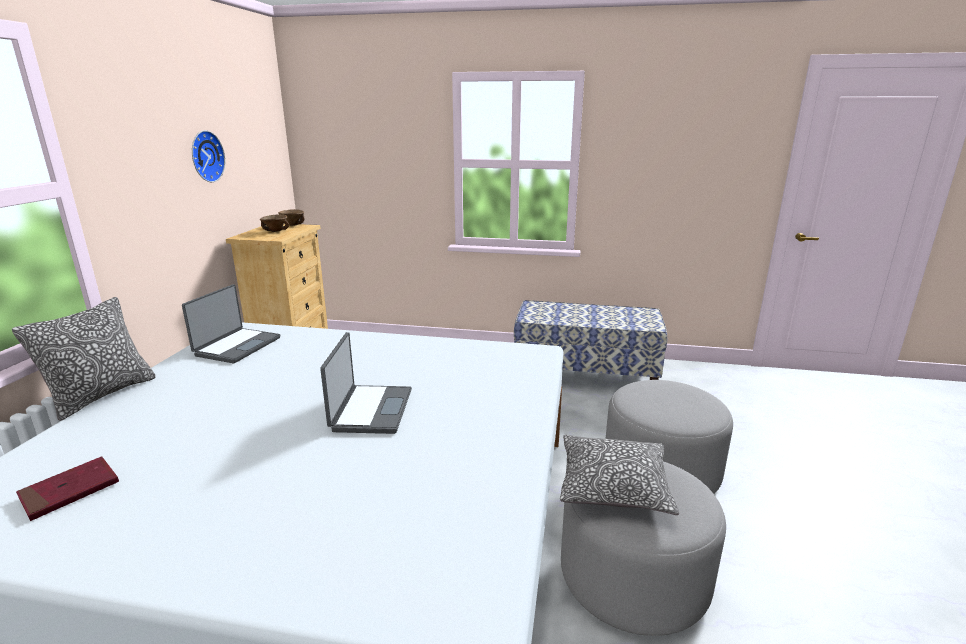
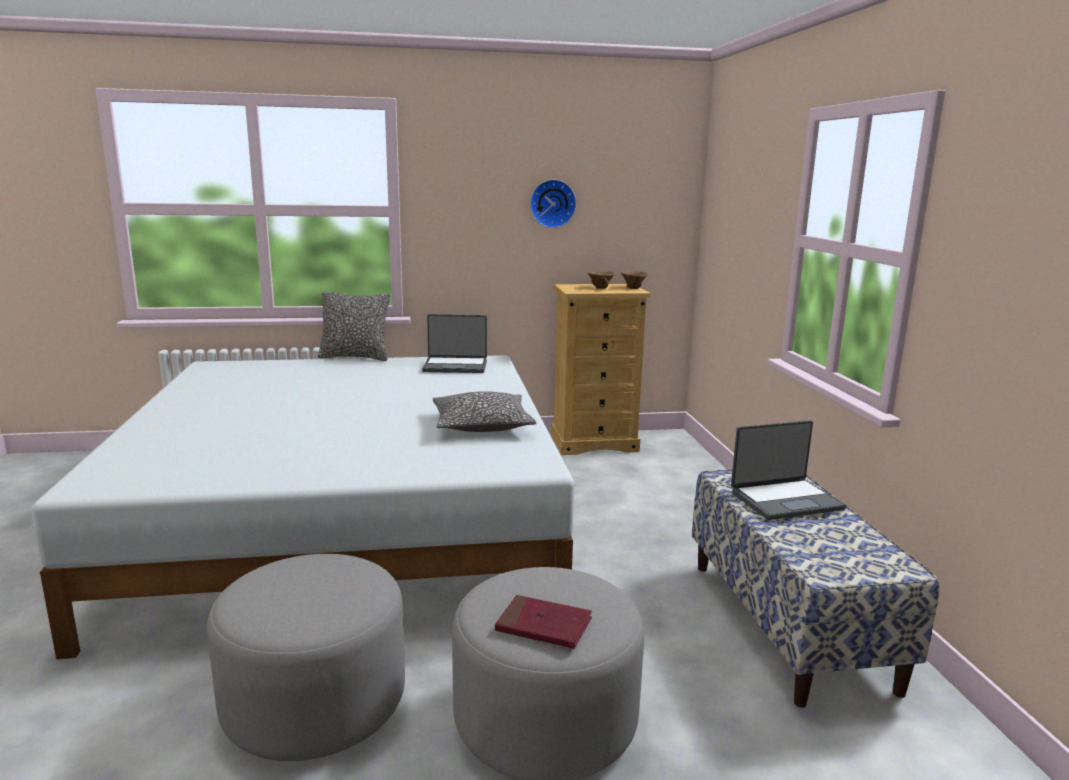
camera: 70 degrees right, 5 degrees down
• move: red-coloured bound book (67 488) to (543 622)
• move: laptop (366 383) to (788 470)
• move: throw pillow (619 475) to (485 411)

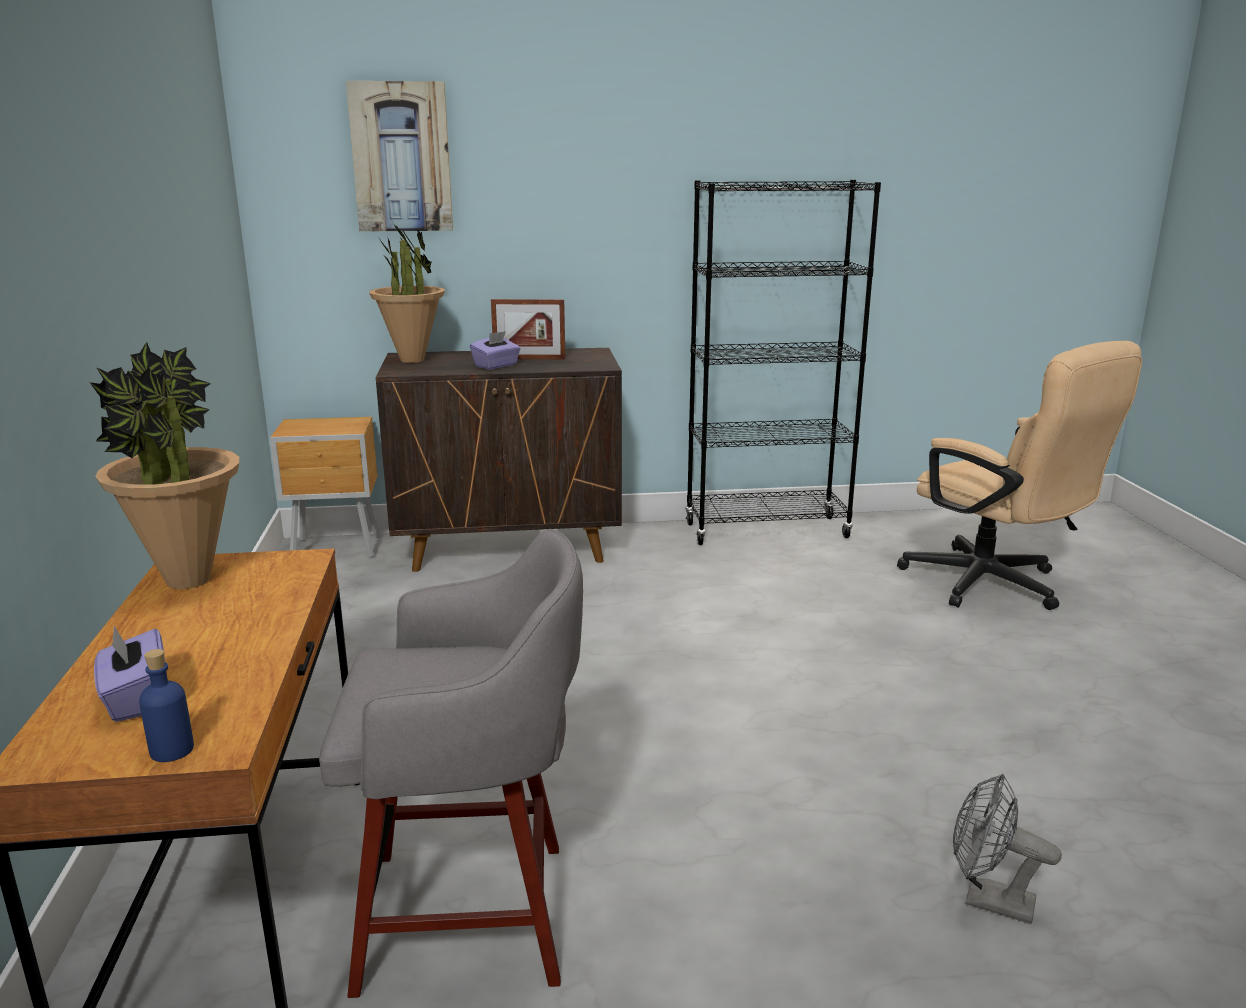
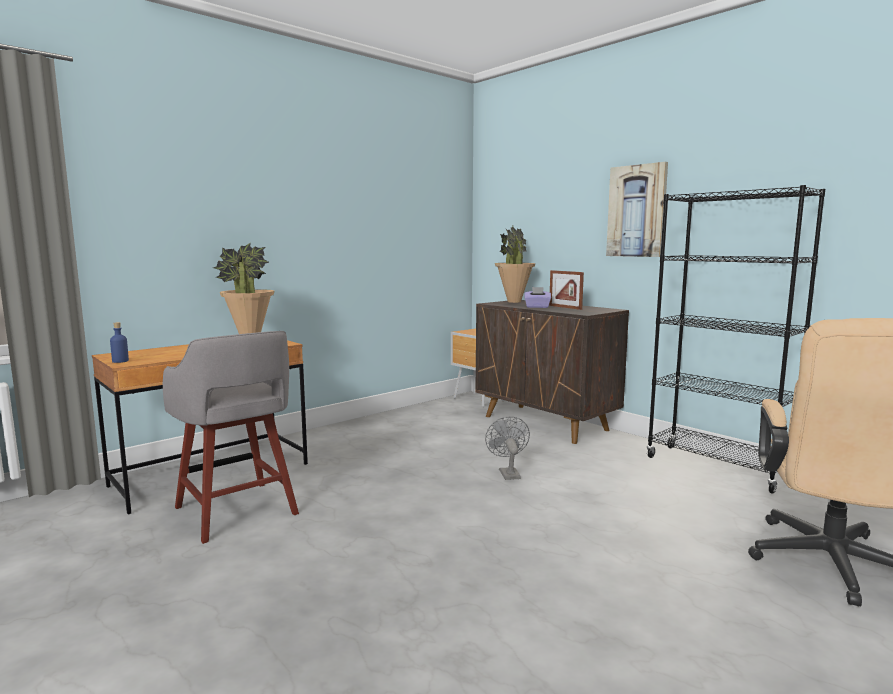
camera: 55 degrees right, 10 degrees down
• delete: purple tissue holder (129 674)
• move: picture (399 156) to (637 209)
• move: greyish cooling fan (1007 849) to (507 448)

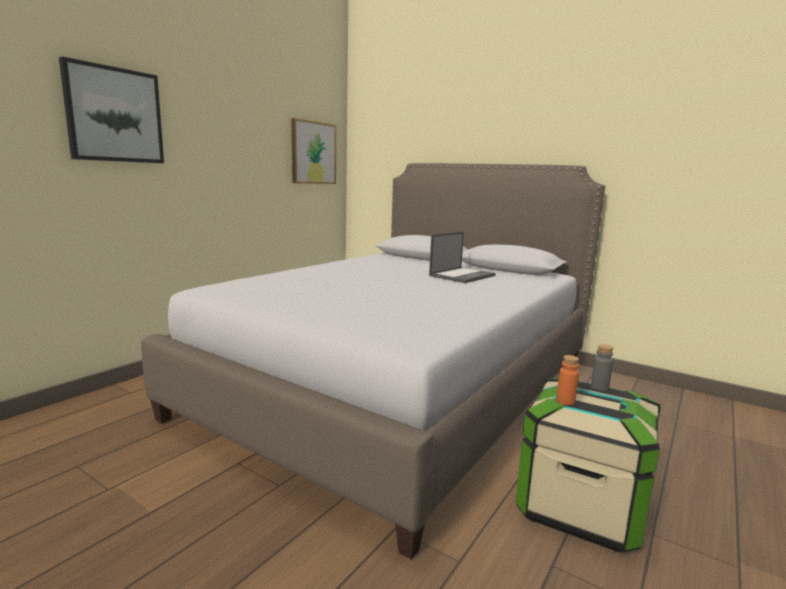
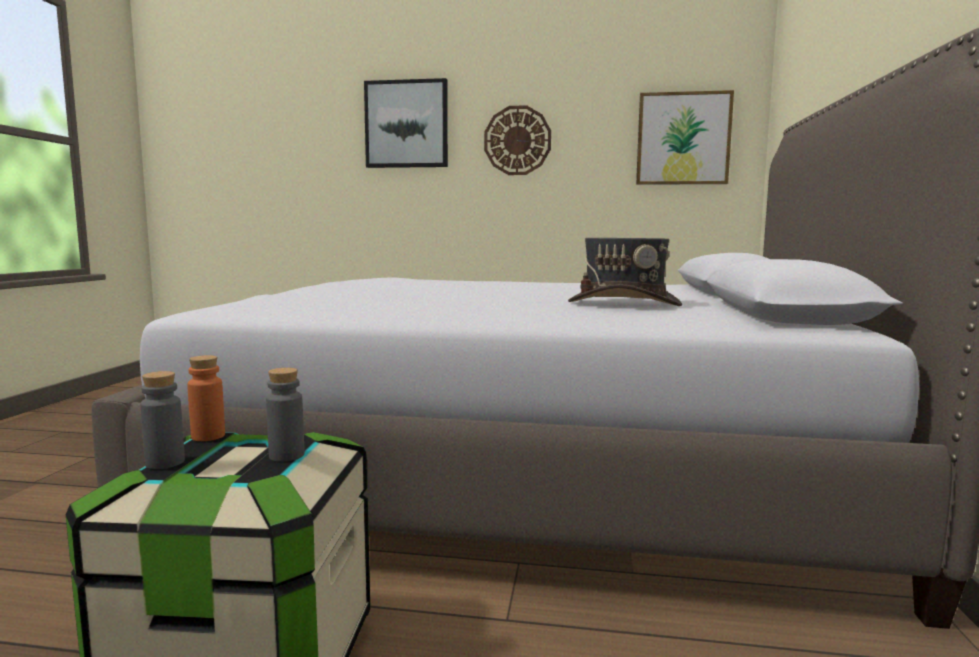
camera: 65 degrees right, 5 degrees down
• insert: greyish beverage bottle (162 420)
• insert: hanging clock (517 140)
• replace: laptop (462 257) to greyish clothing hat (625 272)

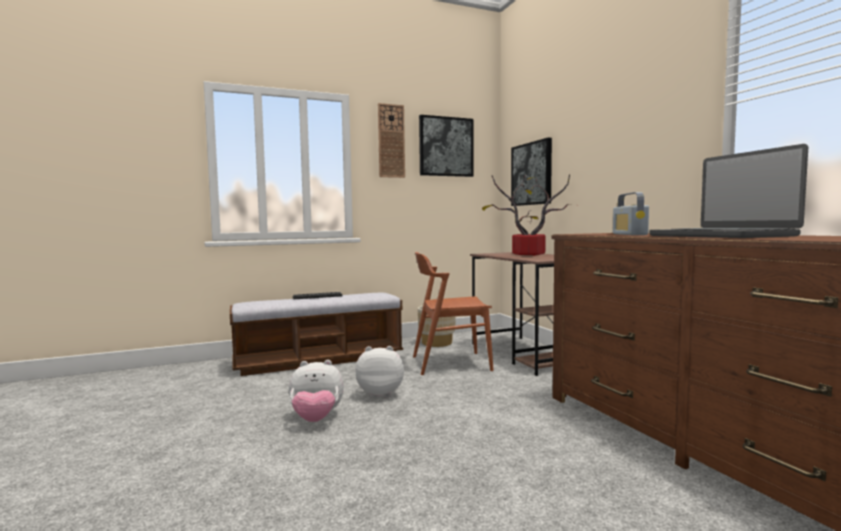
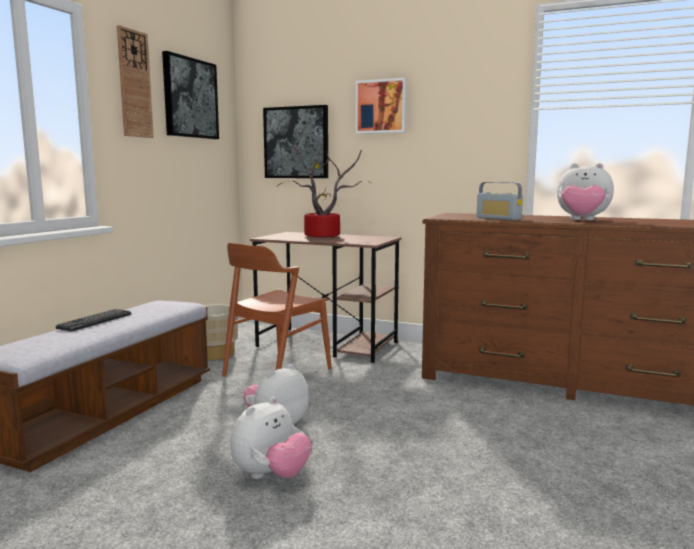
camera: 45 degrees left, 5 degrees up
• insert: picture (381 106)
• replace: laptop (728 191) to plush toy (585 192)

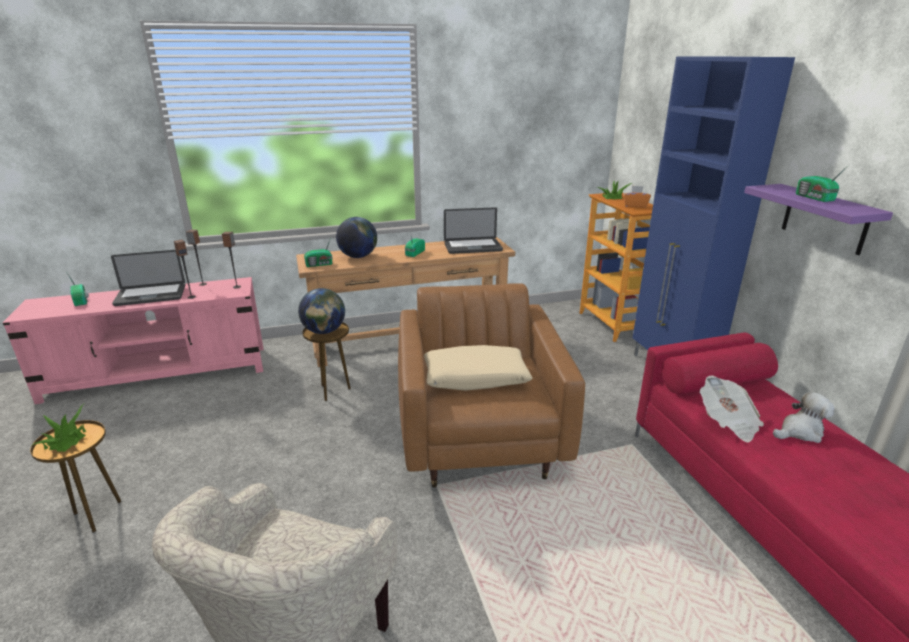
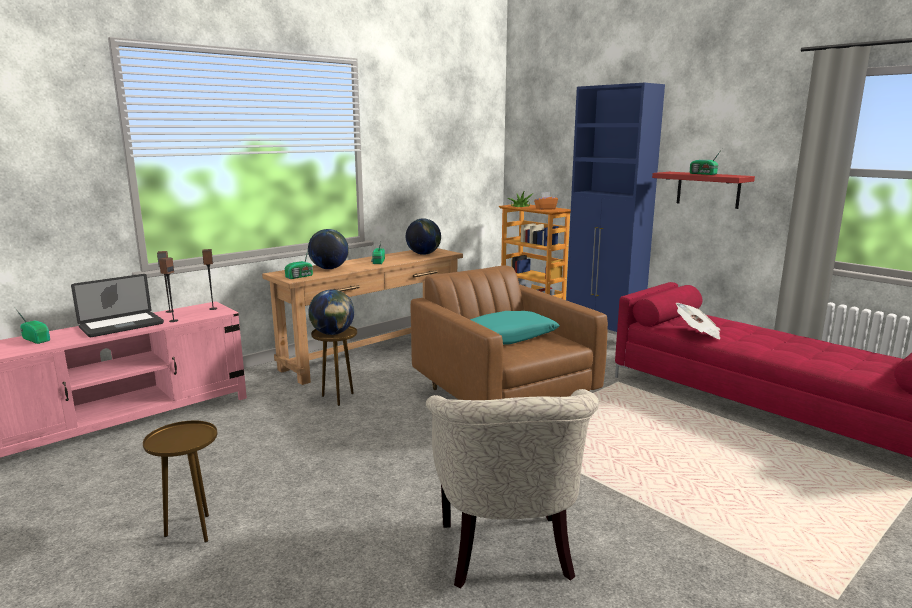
camera: 25 degrees left, 10 degrees down
• delete: potted plant (59 428)
• delete: plush toy (803 417)
• replace: laptop (473 230) to globe (423 236)
• recolor: beige-coloured throw pillow (478 368) to turquoise-coloured throw pillow (515 327)
• recolor: purple bracket shelf (818 219) to red-coloured bracket shelf (703 190)

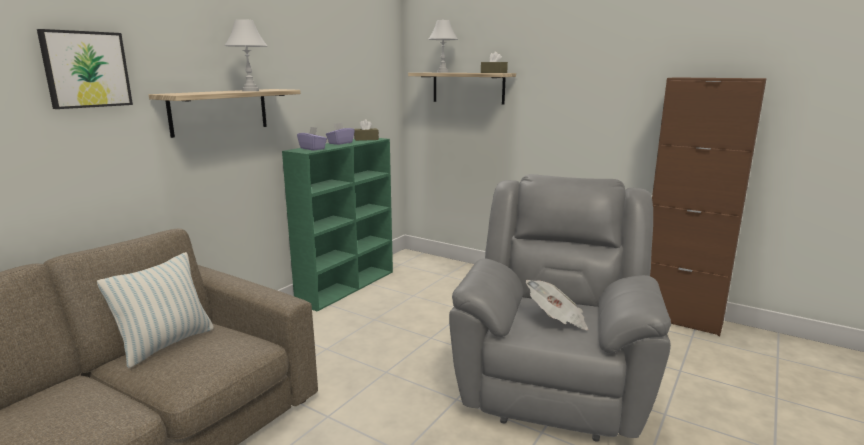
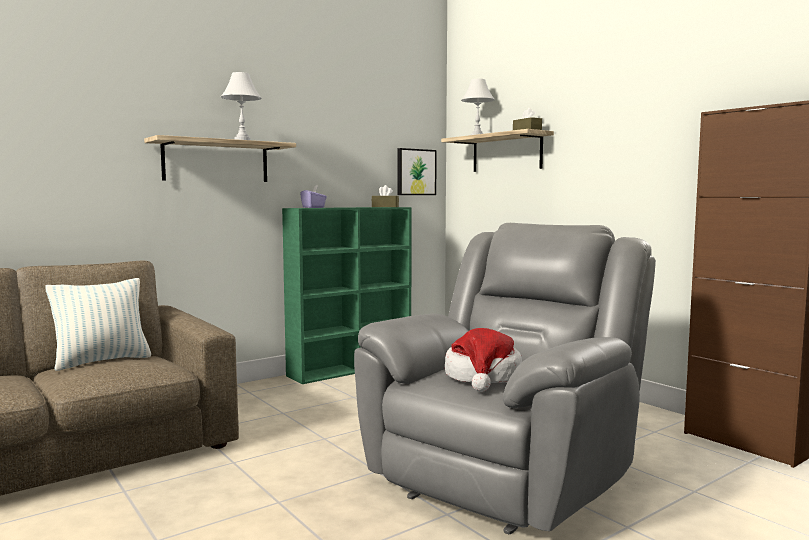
camera: 20 degrees right, 10 degrees down
• delete: purple tissue holder (340 134)
• move: picture (85 69) to (417 171)
• replace: newspaper (557 305) to clothing hat (483 360)

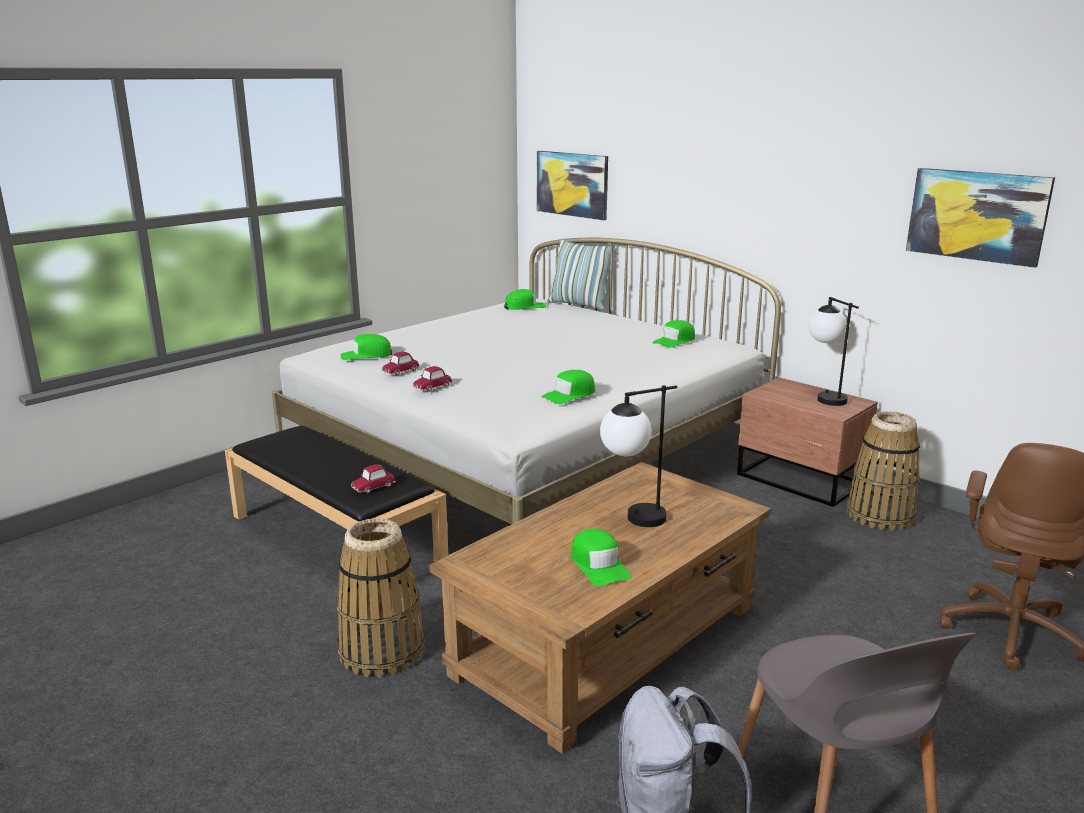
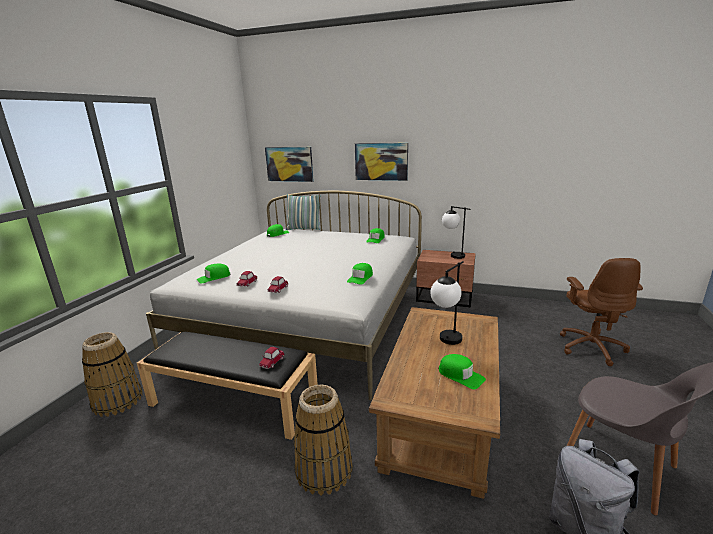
camera: 25 degrees left, 0 degrees up
• move: household basket (883 471) to (112 374)
• move: picture (980 218) to (381 162)

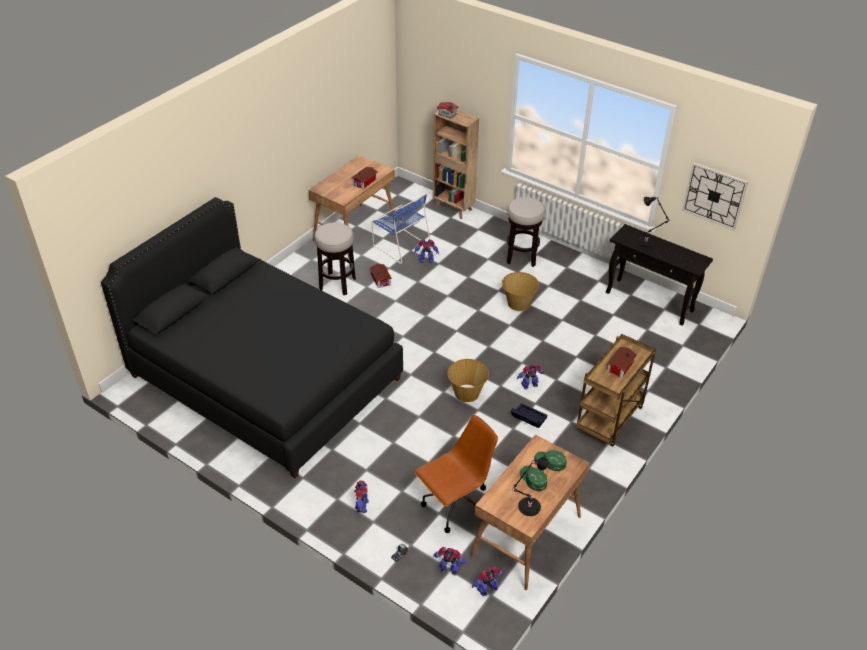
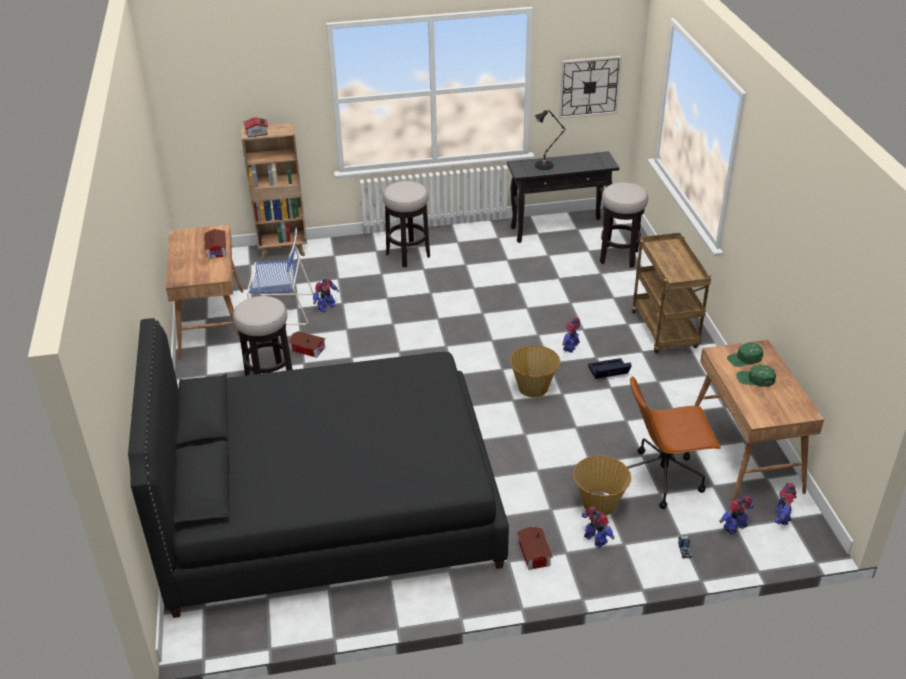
camera: 45 degrees left, 5 degrees down
• delete: black-coloured tabletop lamp (530 486)
• insert: stool seat (624 225)
• move: household basket (520 291) to (602 485)
• move: toy house (622 362) to (535 548)
• rotate: brownish office chair (456 474) = (674 442) 105 degrees counterclockwise

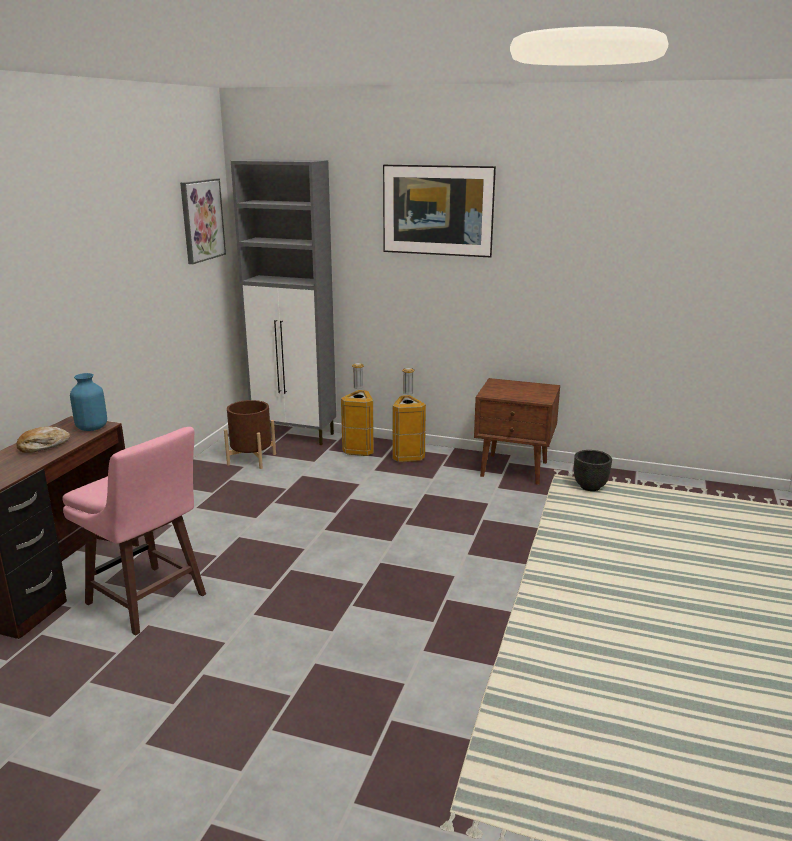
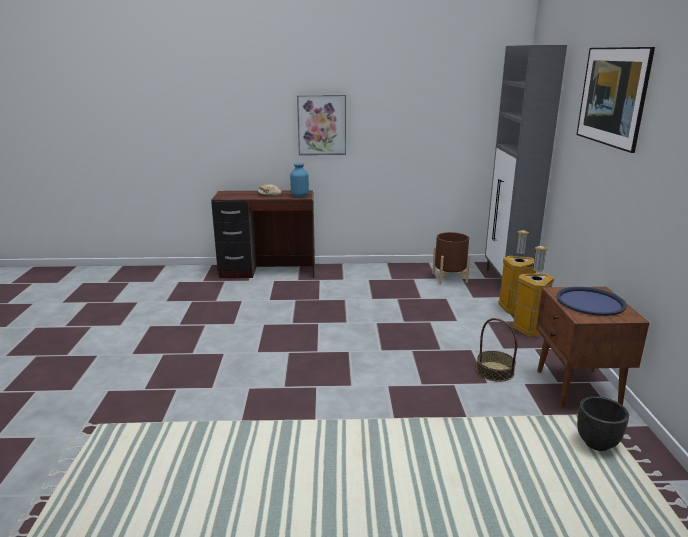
camera: 70 degrees right, 0 degrees up
• delete: pink-coloured stool seat (134 531)
• insert: household basket (496 350)
• insert: blue-coloured carrying tray (591 301)
• move: picture (203 221) to (321 125)

